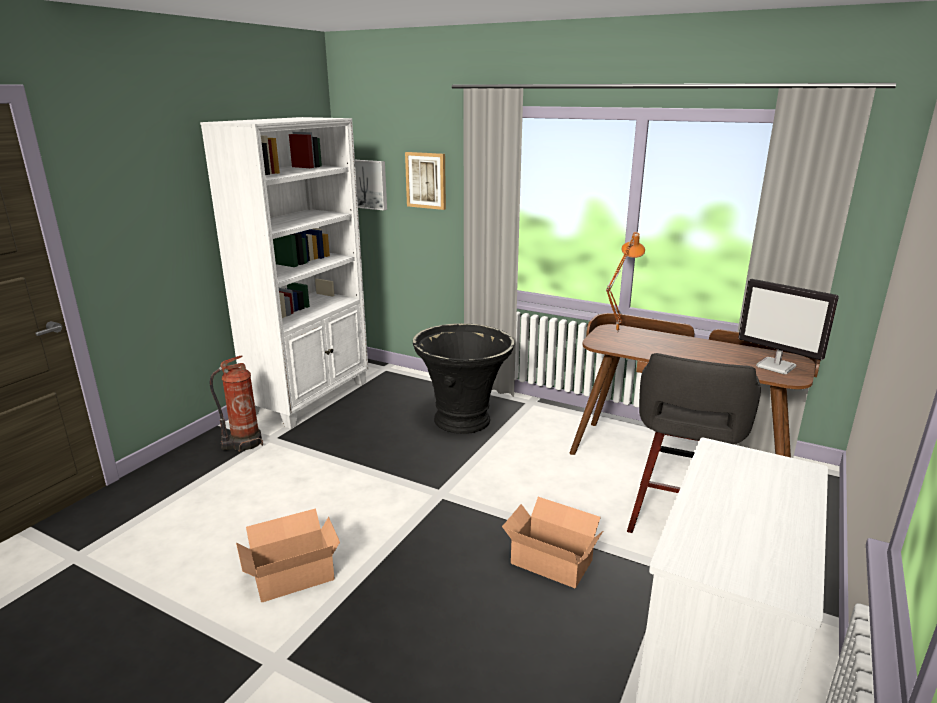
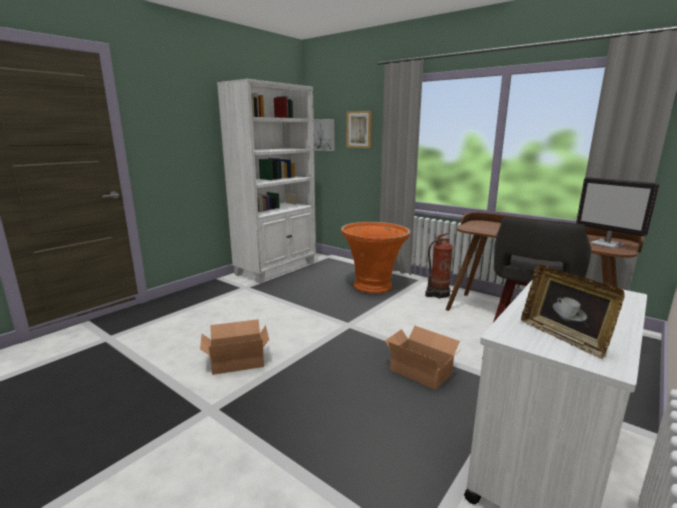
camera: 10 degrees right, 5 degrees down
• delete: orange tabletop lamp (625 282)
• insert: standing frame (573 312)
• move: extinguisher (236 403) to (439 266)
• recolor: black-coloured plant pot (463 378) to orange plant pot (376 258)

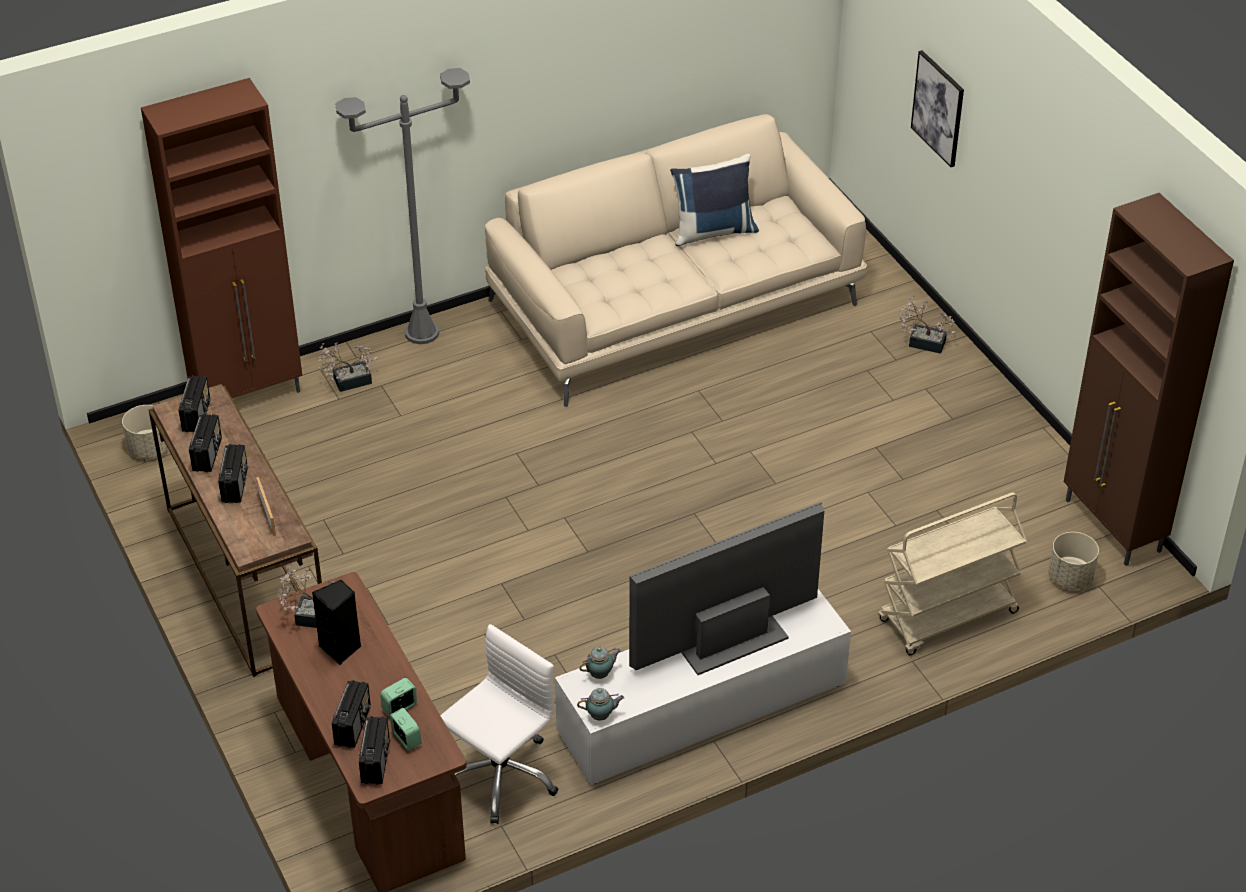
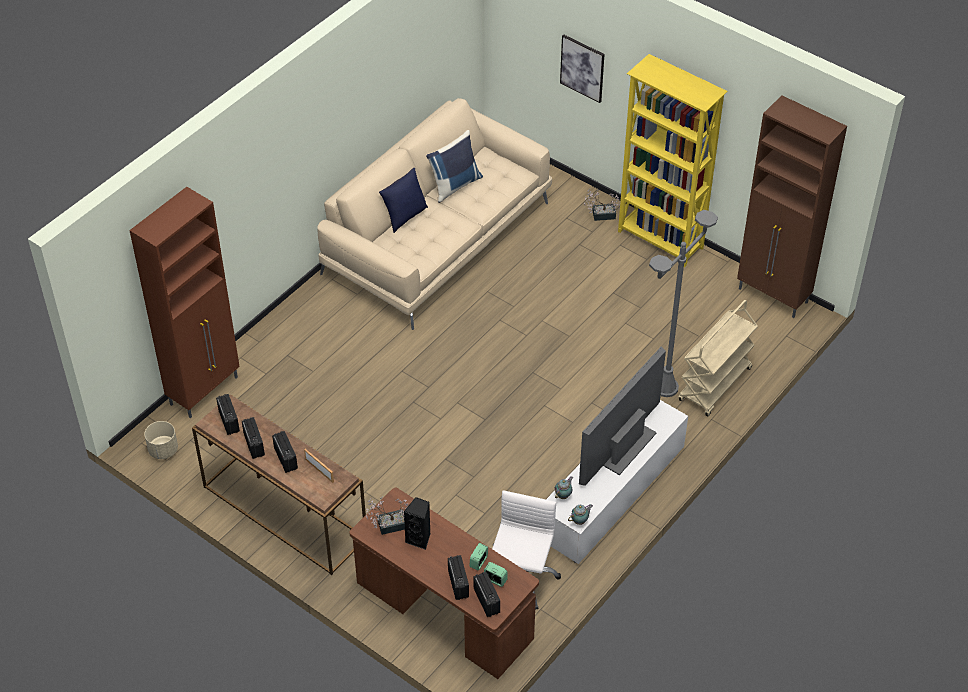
camera: 25 degrees left, 5 degrees up
• delete: potted plant (347 367)
• delete: beige-coloured plant pot (1073 560)
• insert: blue-coloured throw pillow (403 200)
• insert: yellow bookshelf (672 160)
• move: greyish standard lamp (402 206) to (683 303)

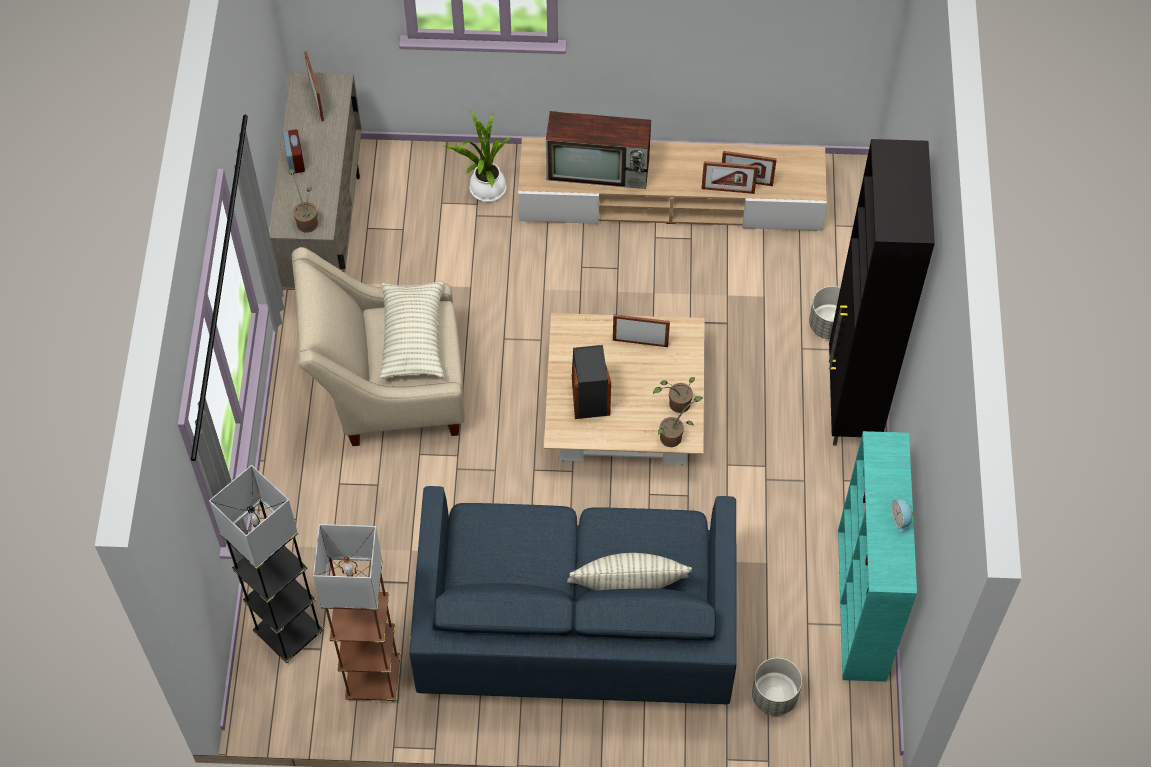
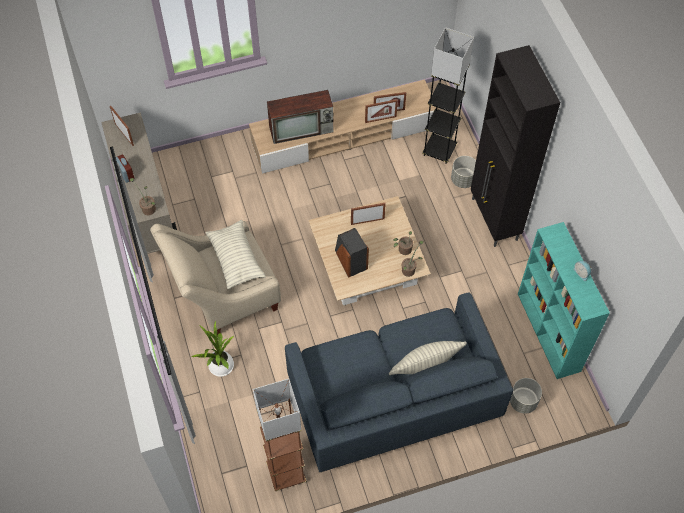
camera: 20 degrees left, 0 degrees up
• move: greyish standard lamp (266 564) to (448 95)
• move: potted plant (478 156) to (212 349)

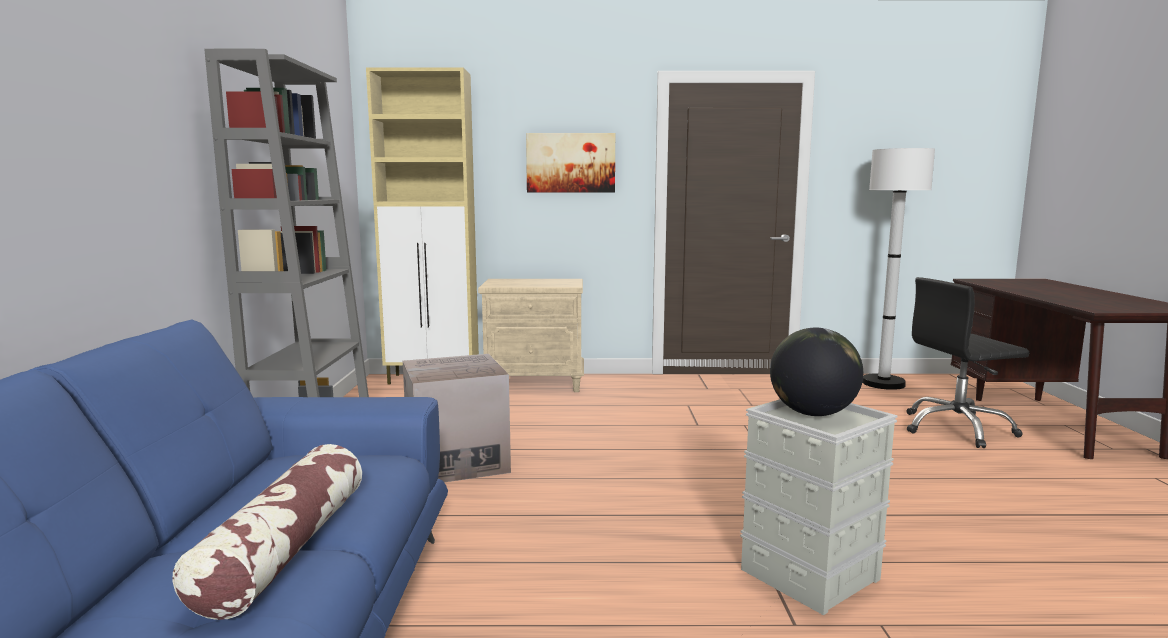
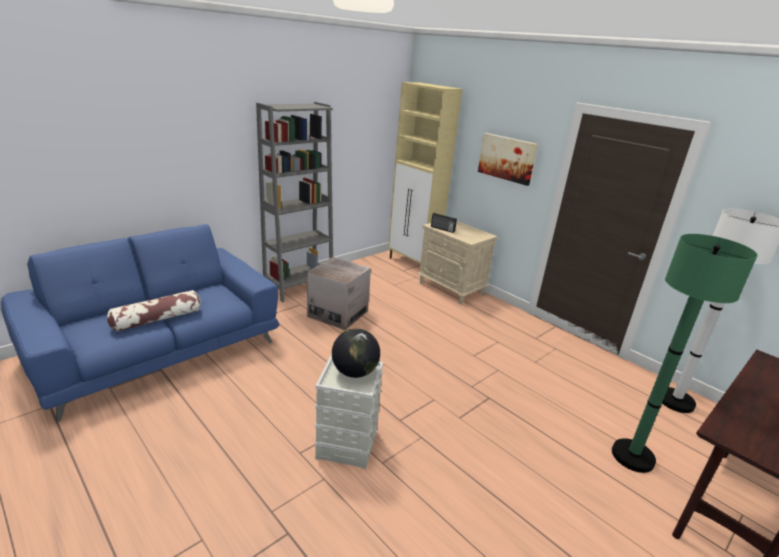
camera: 45 degrees right, 15 degrees up
• insert: radio receiver (444 223)
• replace: black-coloured office chair (967 362) to greenish standard lamp (685 353)

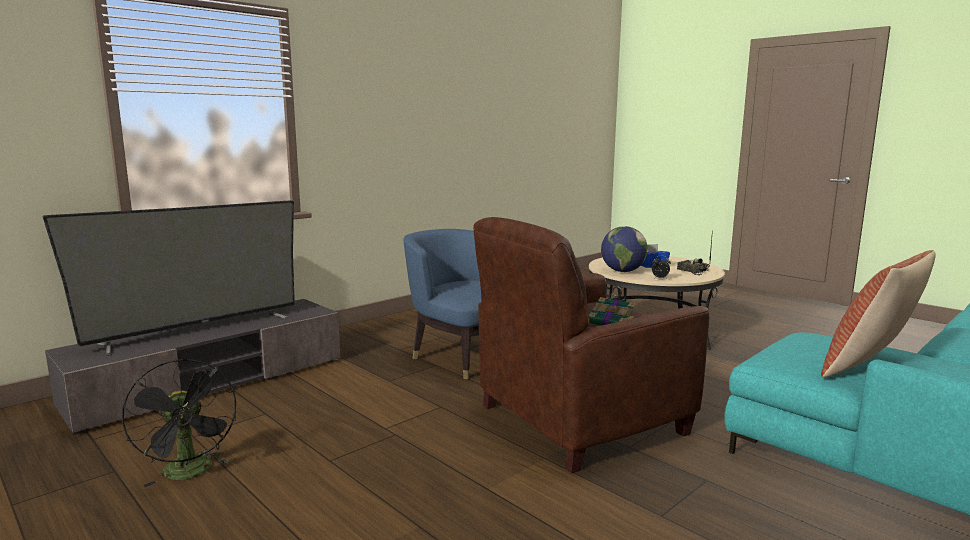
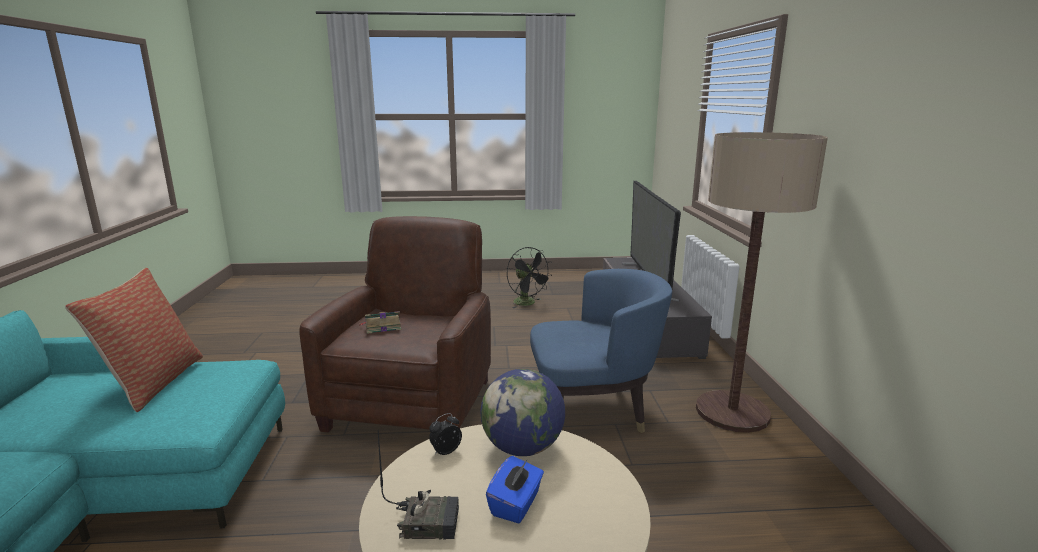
camera: 130 degrees right, 5 degrees up
• insert: standard lamp (762 282)
• rotate: black-coloured cooling fan (179 423) = (530 277) 135 degrees counterclockwise

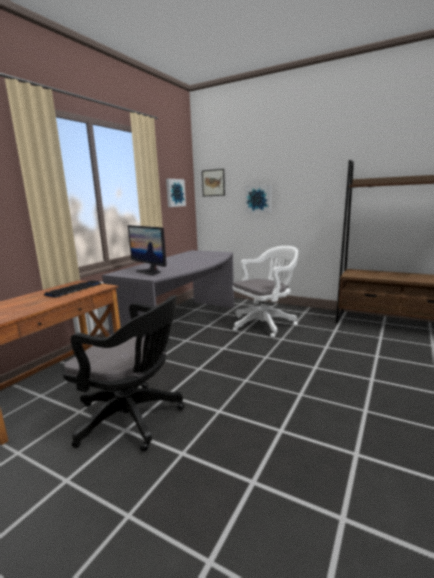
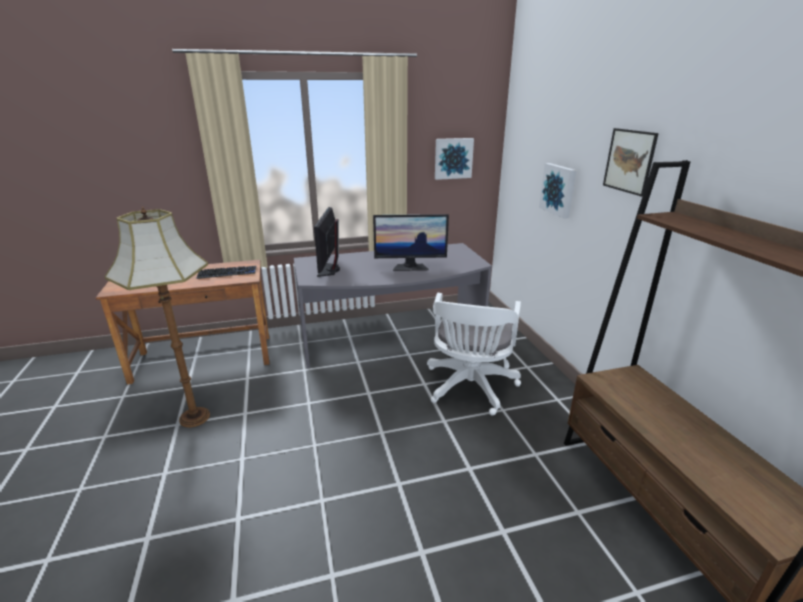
camera: 45 degrees right, 10 degrees up
• insert: computer display (411 242)
• move: picture (213 182) to (631 162)
• replace: black-coloured office chair (123 373) to standard lamp (157 316)
• rotate: white-coloured office chair (265 292) = (474 354) 90 degrees clockwise

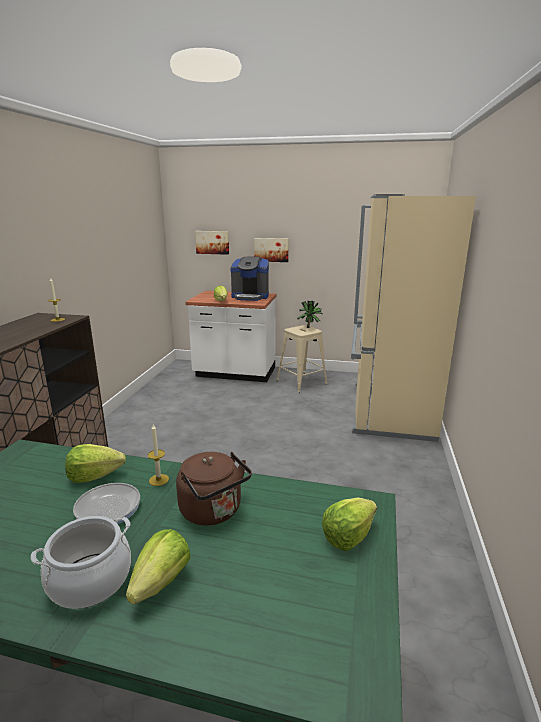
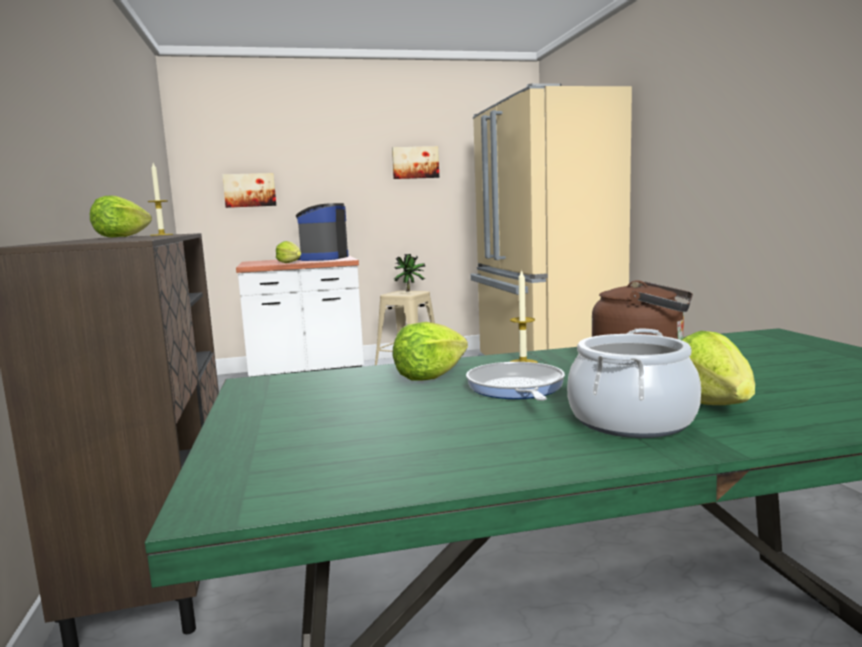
camera: 25 degrees left, 10 degrees down
• move: picture (271 250) to (415 162)
• move: lettuce head (349 524) to (121 217)
• rotate: coffee maker (250 278) = (322 232) 120 degrees clockwise

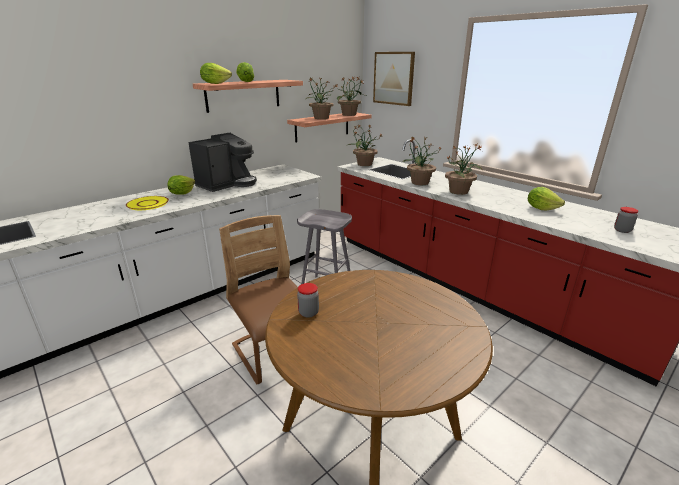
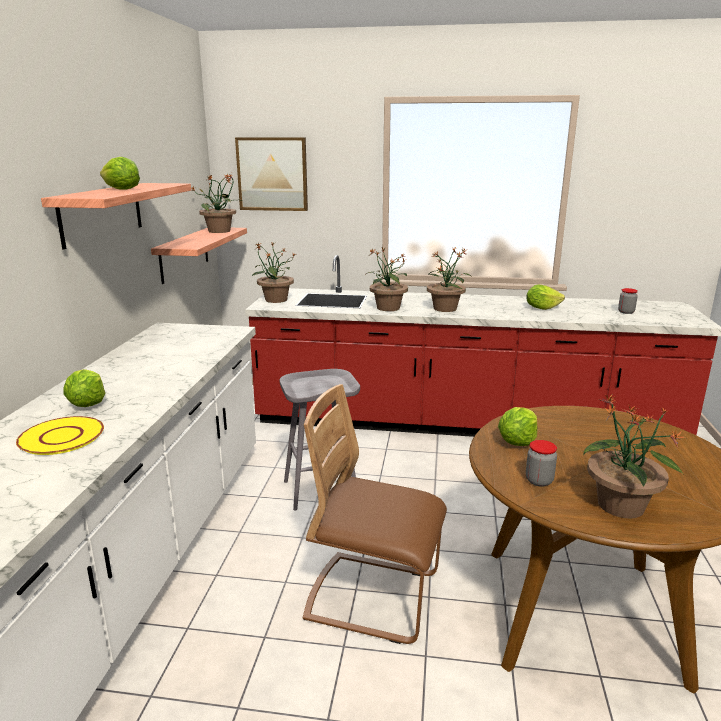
camera: 40 degrees left, 5 degrees down
• delete: coffee maker (222 162)
• move: lettuce head (216 73) to (517 426)
• move: potted plant (320 98) to (634 456)

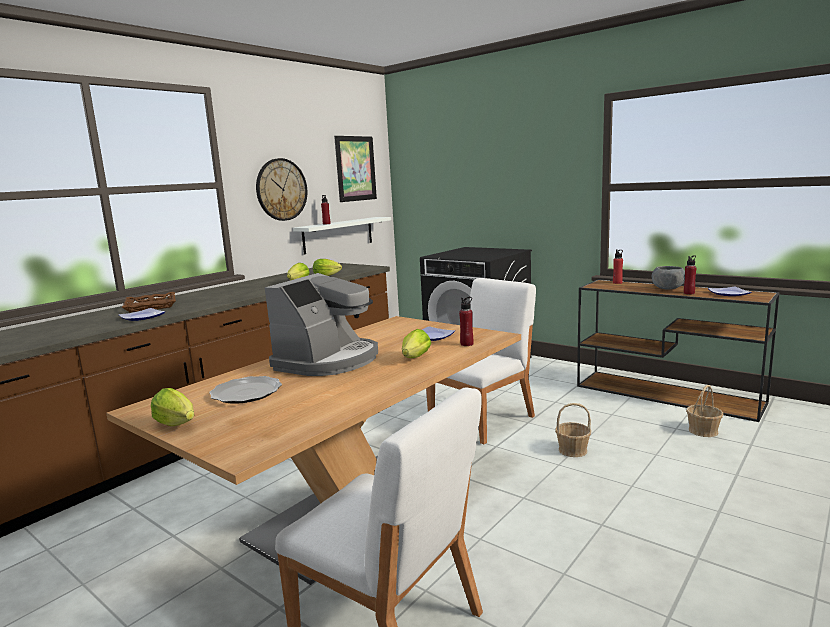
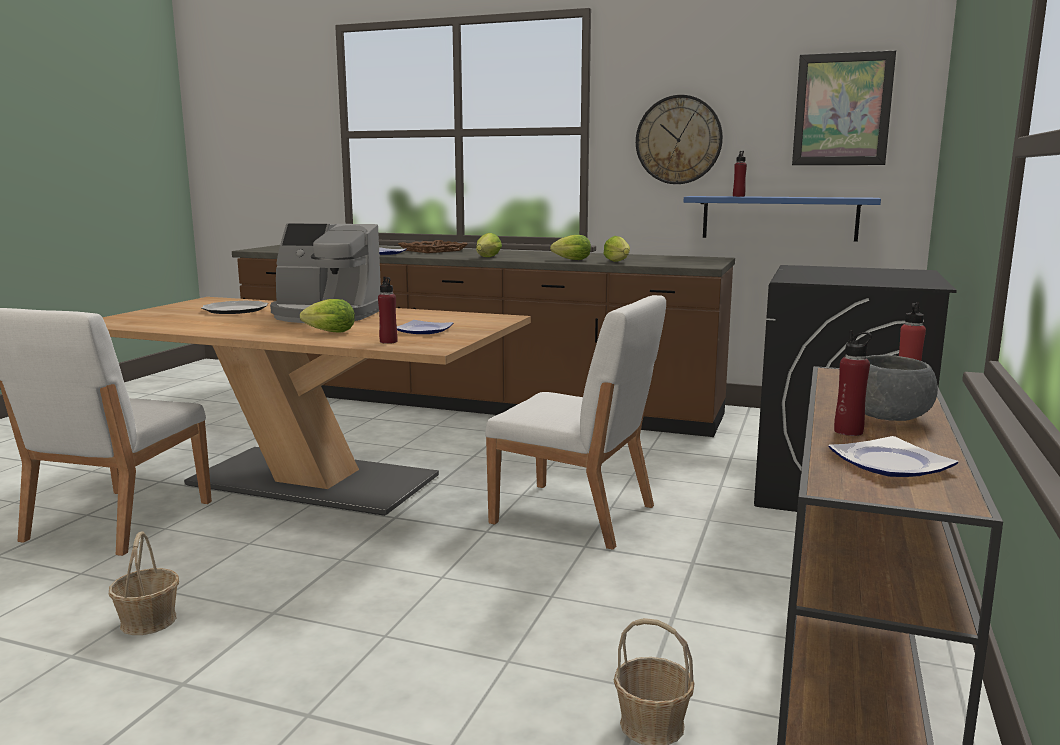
camera: 70 degrees right, 0 degrees up
• move: lettuce head (172 407) to (489 245)
• move: household basket (573 430) to (144 583)
• recolor: white-coloured bracket shelf (342 235) to blue-coloured bracket shelf (782 219)

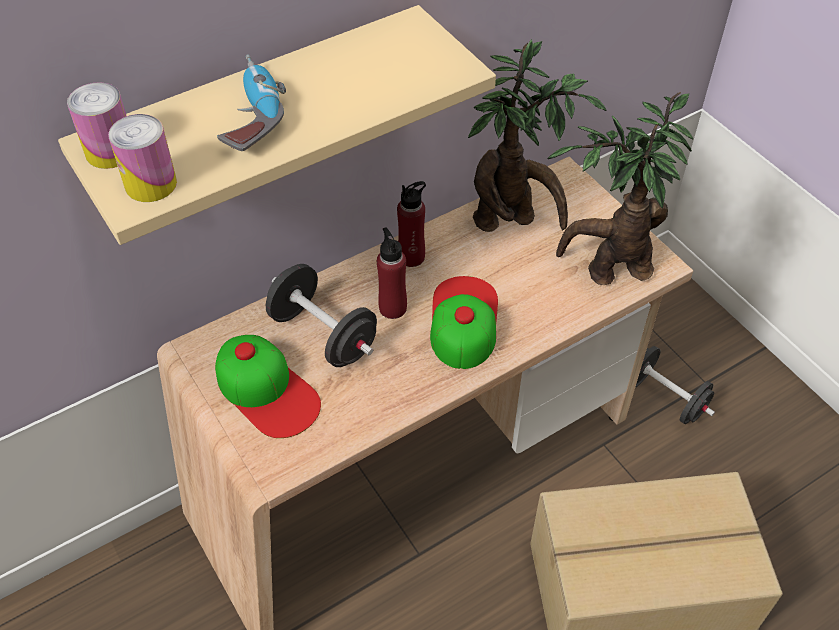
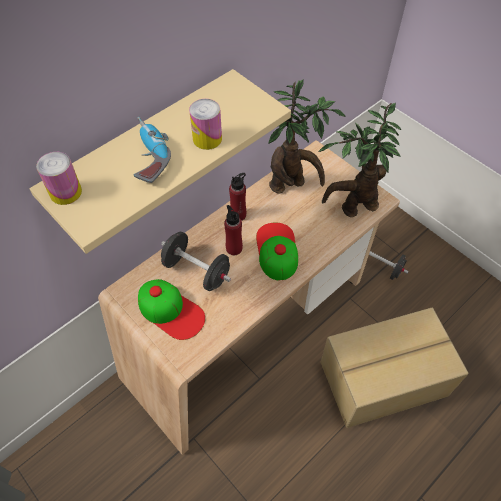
camera: 10 degrees left, 5 degrees up
• move: metal can (142 158) to (205 124)

